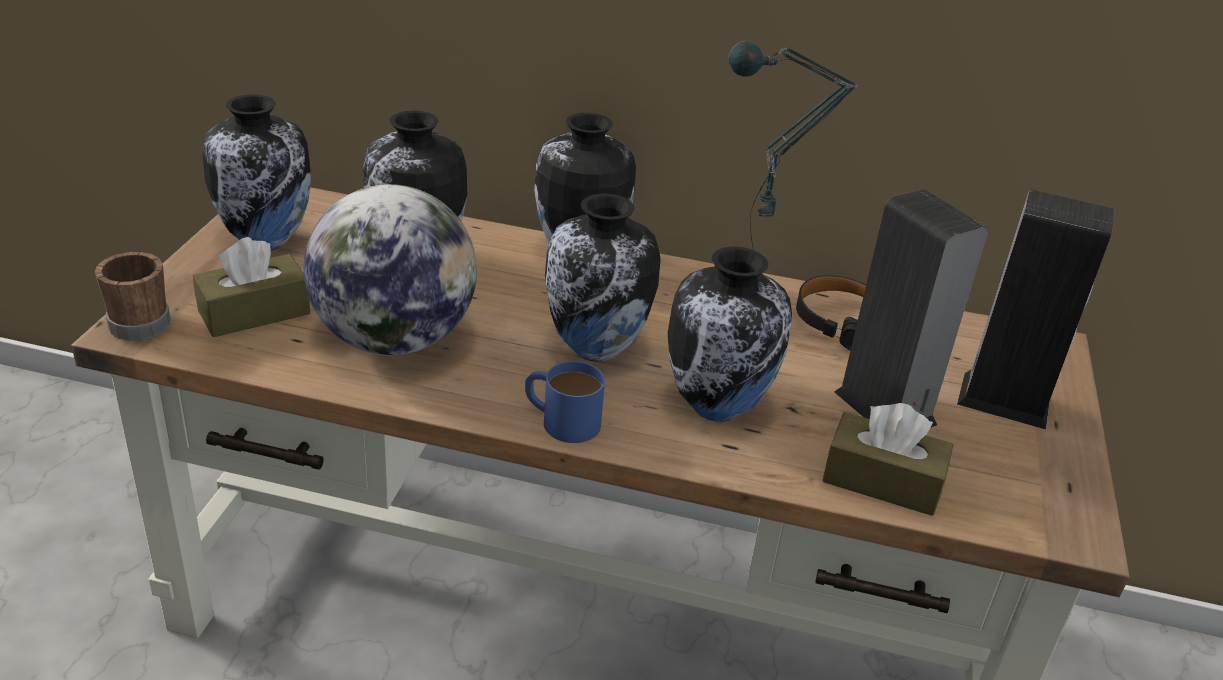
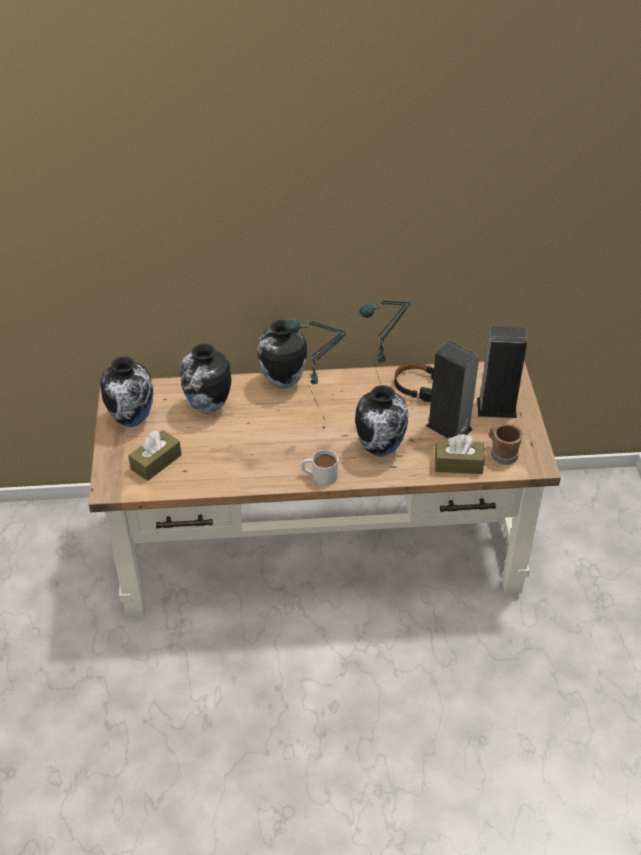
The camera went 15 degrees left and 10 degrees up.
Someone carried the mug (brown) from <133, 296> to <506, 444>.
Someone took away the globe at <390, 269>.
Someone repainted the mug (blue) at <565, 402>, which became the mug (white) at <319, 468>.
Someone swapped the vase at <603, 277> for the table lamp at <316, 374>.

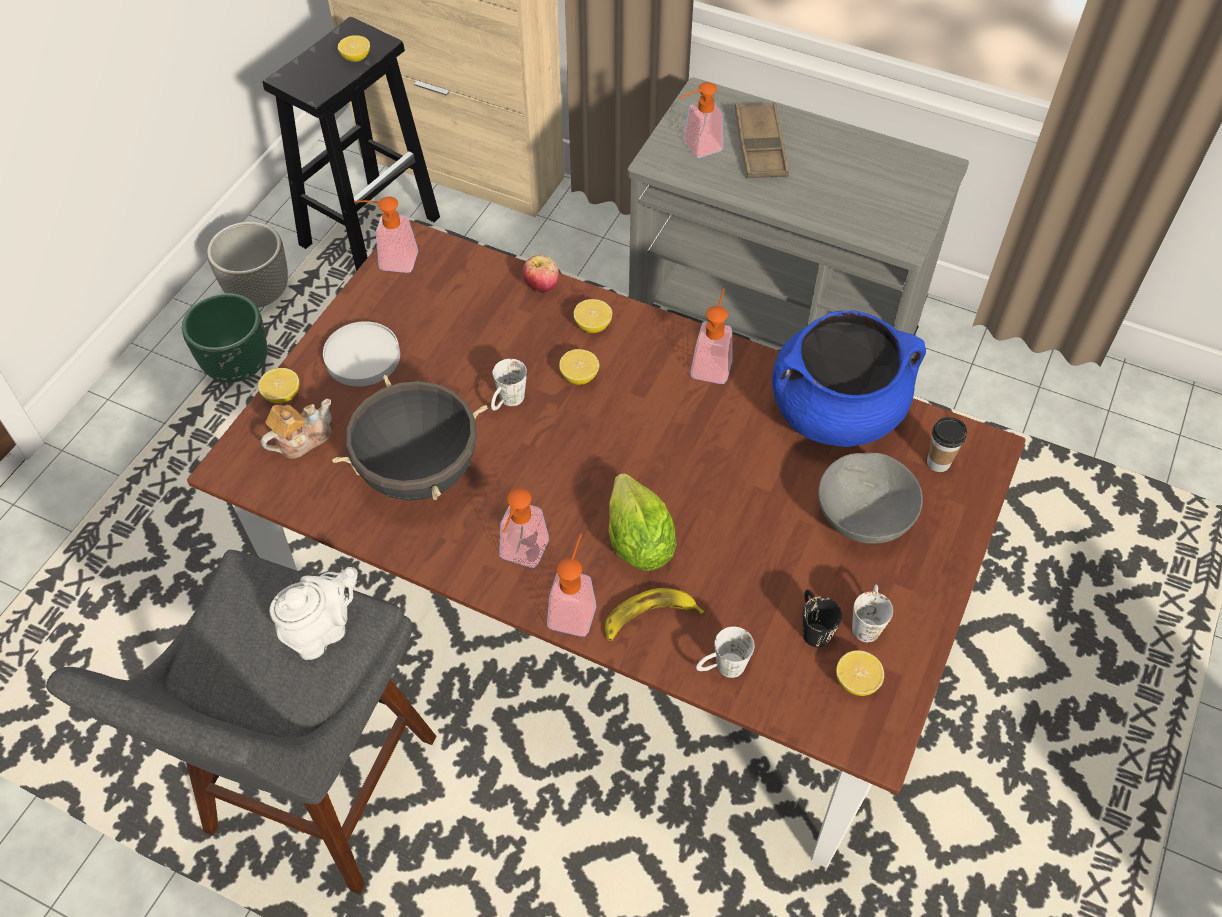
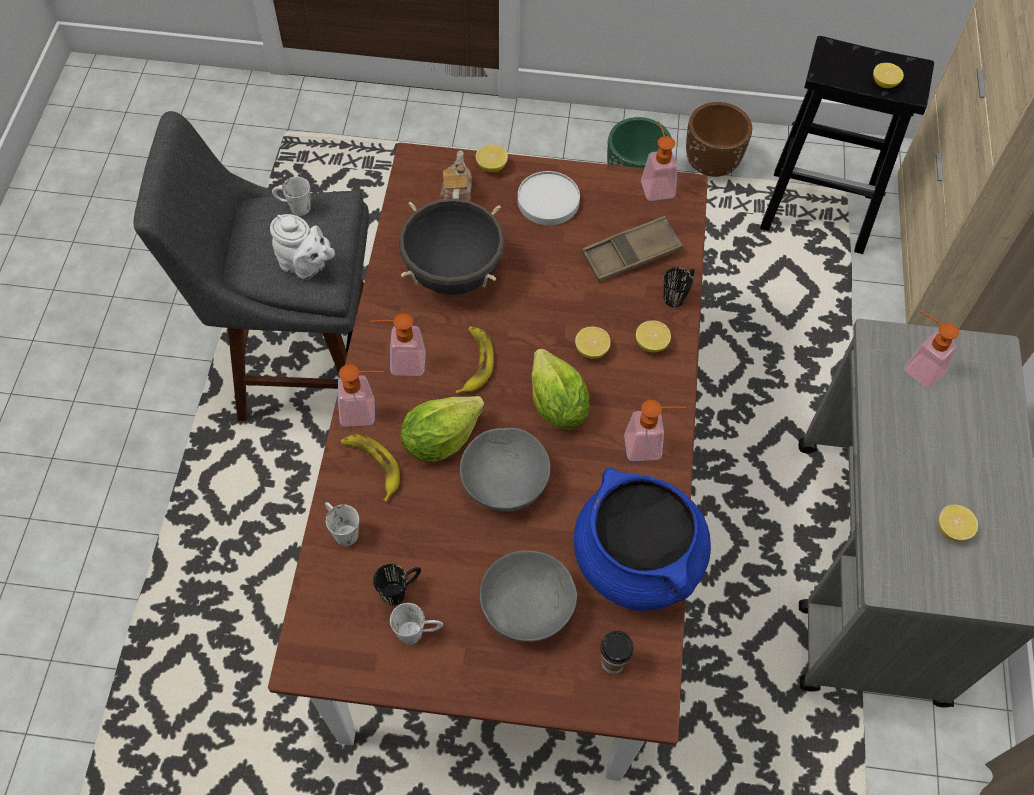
The camera went 70 degrees right and 5 degrees up.
Someone repainted the planter (grey) at <247, 264>, which became the planter (brown) at <719, 139>.
Someone rotated the teapot at <296, 429> by 120 degrees counterclockwise.
Someone carried the mug (white) from <509, 385> to <291, 196>.
Someone swapped the apple at <541, 274> for the mug (black) at <679, 287>.
Someone carried the tray (brown) from <762, 140> to <632, 249>.
Someone carried the lemon from <860, 673> to <958, 523>.
Someone put down the banana at <474, 360>.
Someone put down the bowl (grey) at <505, 469>.
Someone put down the lettuce at <561, 389>.

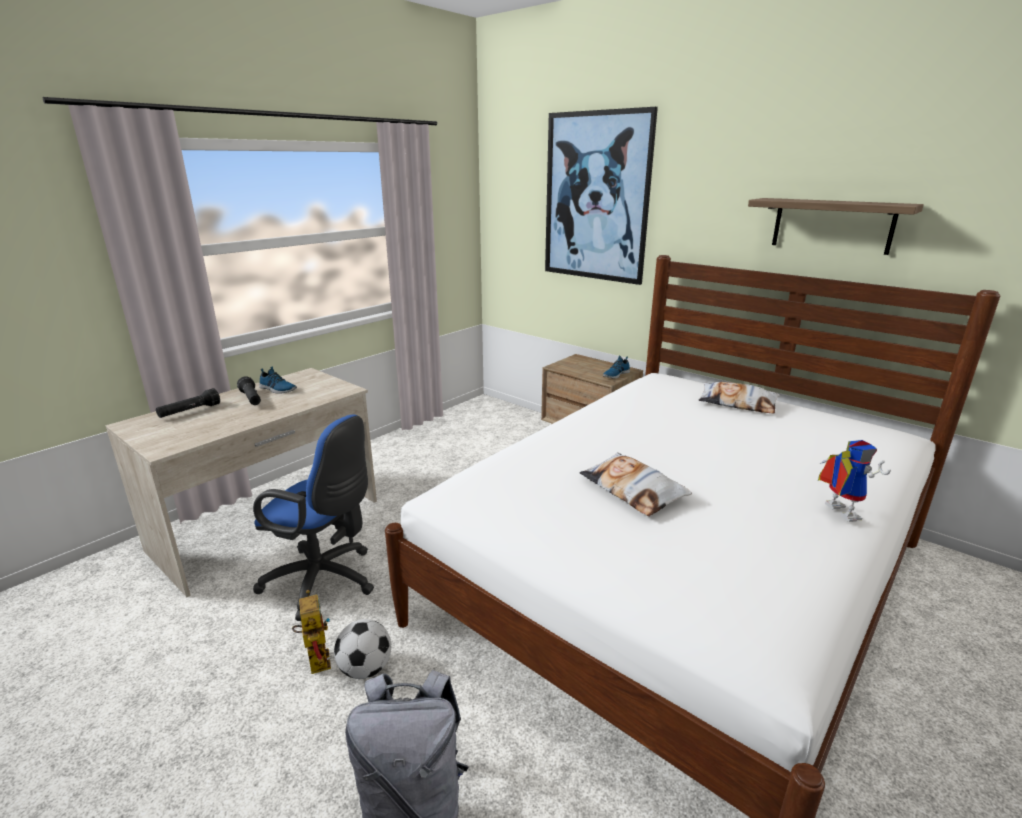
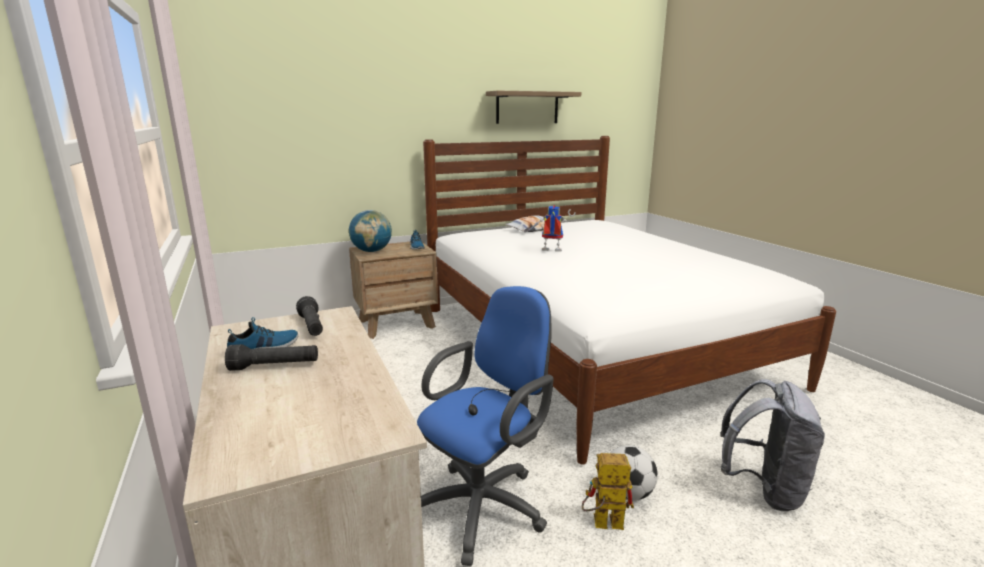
The camera went 65 degrees left and 5 degrees down.
Someone carried the flashlight (black) from <188, 403> to <309, 316>.
Someone took away the picture at <601, 196>.
Someone took away the pillow at <636, 484>.
Someone carried the toy robot from <854, 481> to <553, 228>.
Someone put down the globe at <370, 231>.

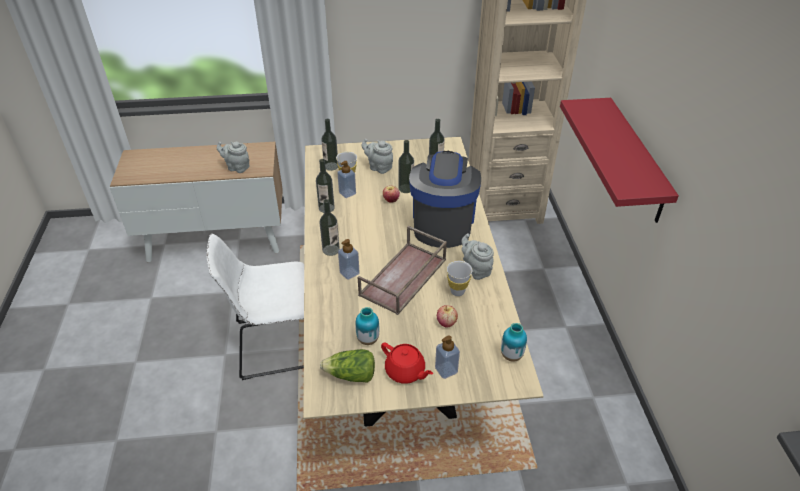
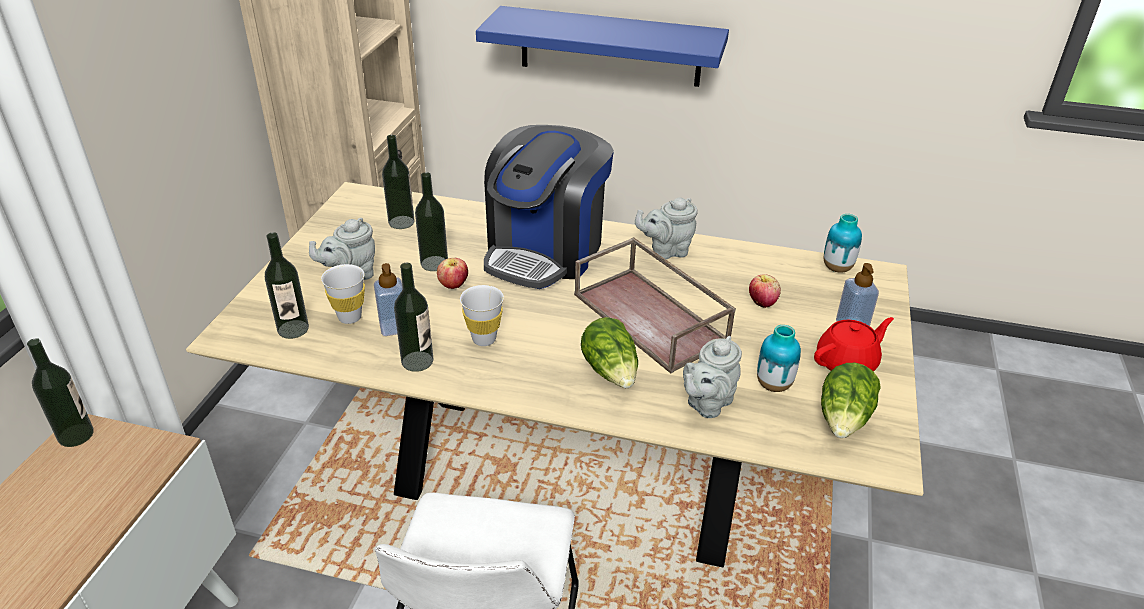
The camera went 70 degrees left and 5 degrees down.
Someone carried the teapot (grey) from <233, 157> to <712, 377>.
Someone carried the bottle from <329, 227> to <60, 392>.
Someone swapped the soap dispenser at <349, 259> for the lettuce at <609, 352>.
Someone rotated the coffee machine at <445, 199> by 90 degrees counterclockwise.
Someone carried the cup (white) from <459, 278> to <482, 315>.
Someone repainted the shelf (red) at <619, 160>, which became the shelf (blue) at <602, 46>.

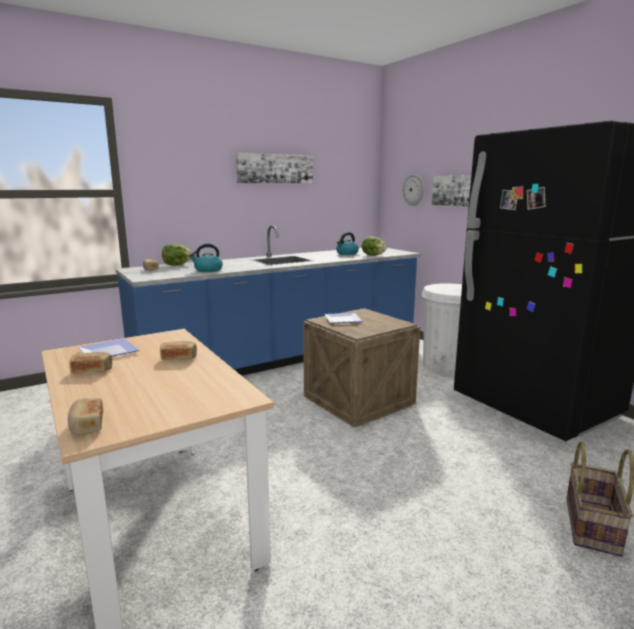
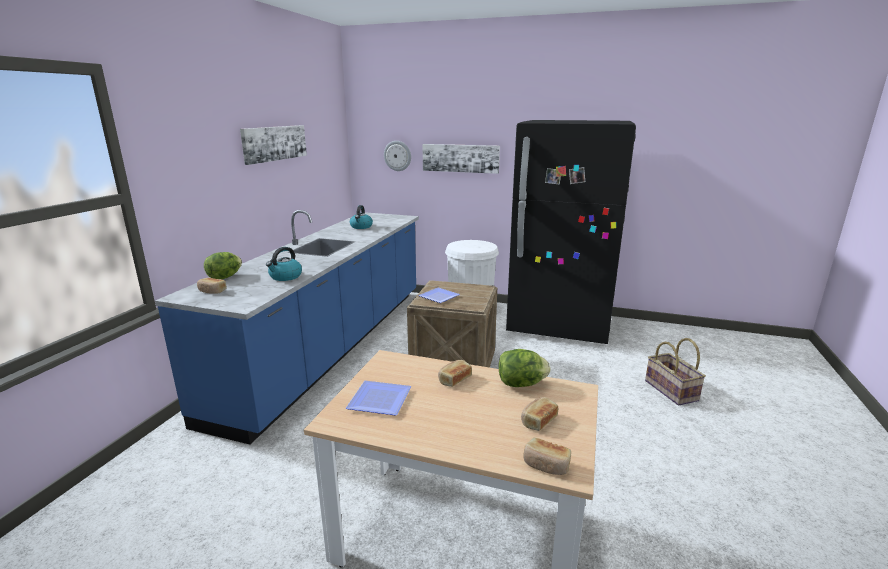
The camera went 40 degrees left and 5 degrees up.
Someone carried the bread from <90, 362> to <539, 414>.
Someone carried the lettuce from <374, 245> to <524, 368>.

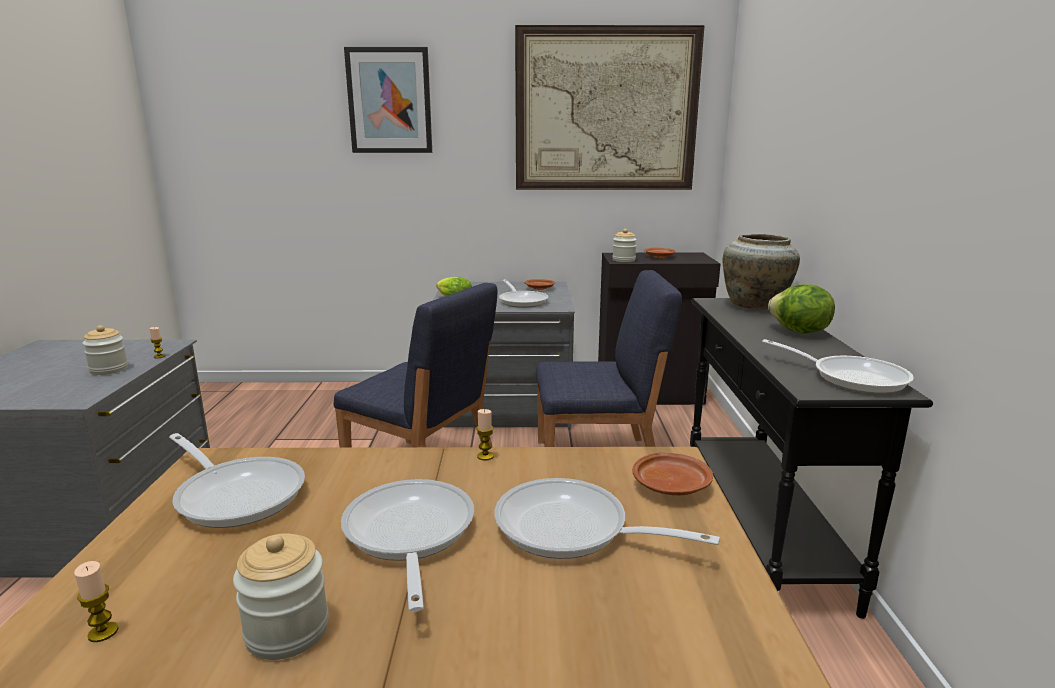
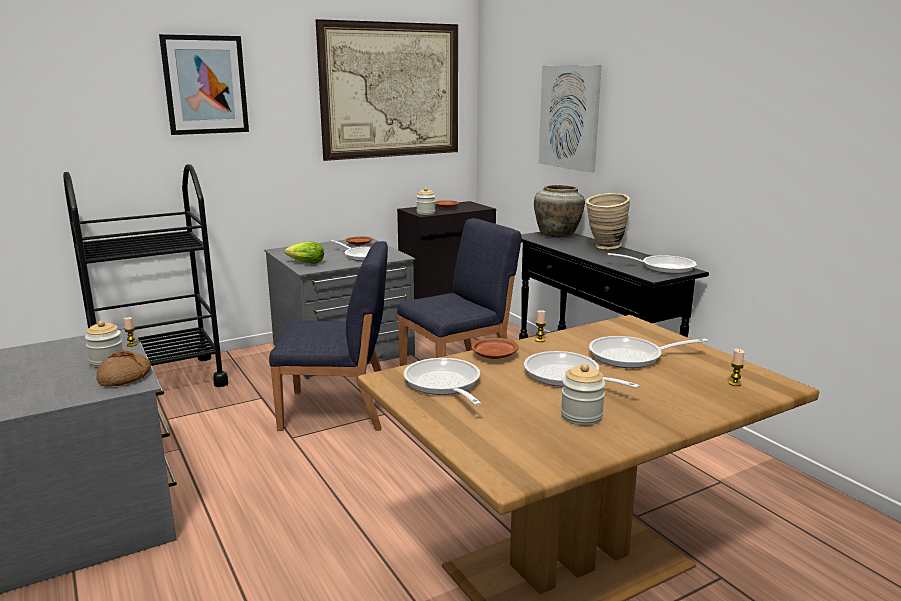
The camera went 30 degrees left and 0 degrees up.
Someone carried the candle from <96, 601> to <737, 367>.
Someone rotated the frying pan at <237, 480> by 120 degrees counterclockwise.
Someone carried the plate (brown) from <672, 474> to <495, 348>.
Someone swapped the lettuce at <801, 308> for the vase (beige) at <608, 221>.
Someone put down the cart (black) at <145, 275>.
Someone put down the bread at <123, 369>.
Someone put up the picture at <570, 119>.

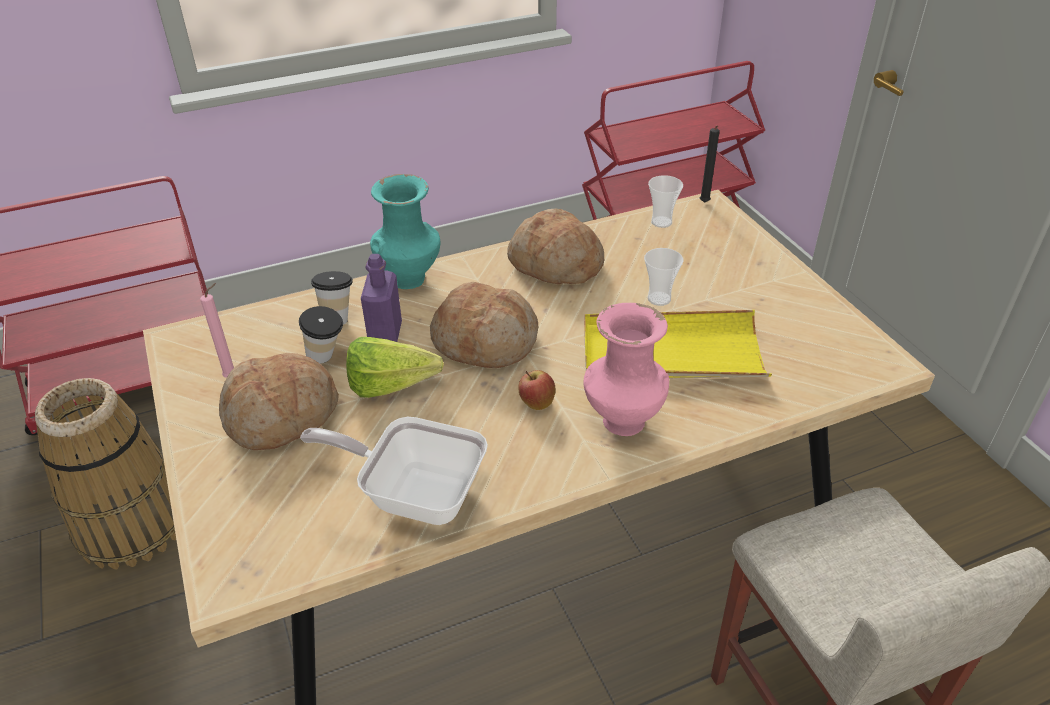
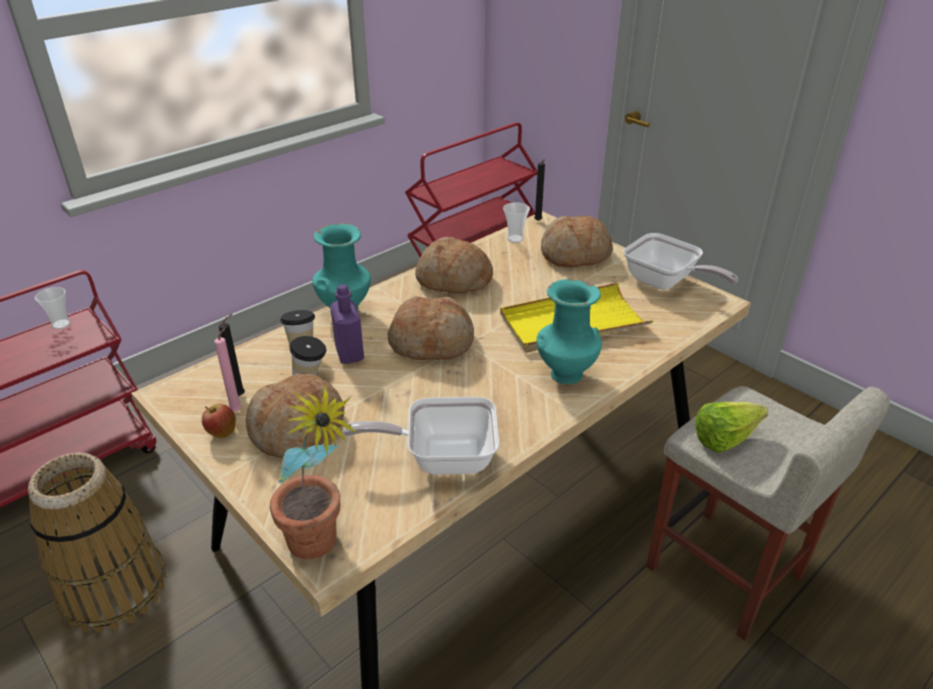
The camera went 20 degrees left and 5 degrees down.
Someone carried the lettuce from <395, 367> to <731, 427>.
Someone carried the apple from <537, 390> to <219, 421>.
Someone repainted the vase (pink) at <626, 369>, which became the vase (turquoise) at <569, 331>.
Someone carried the cup from <664, 277> to <53, 308>.
Someone put down the candle (black) at <232, 355>.
Someone put down the potted plant at <313, 472>.
Someone put down the bread at <577, 241>.
Someone put down the frying pan at <680, 261>.

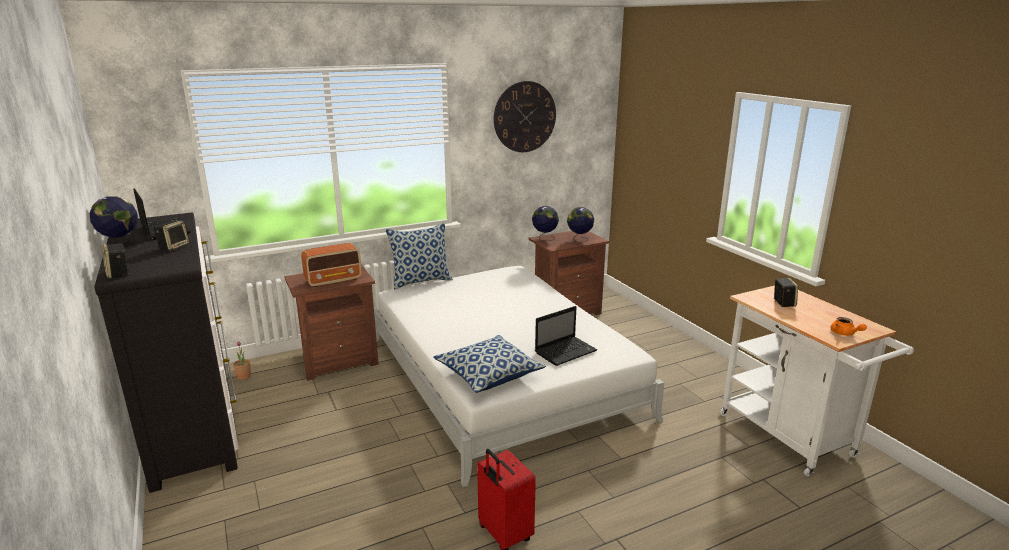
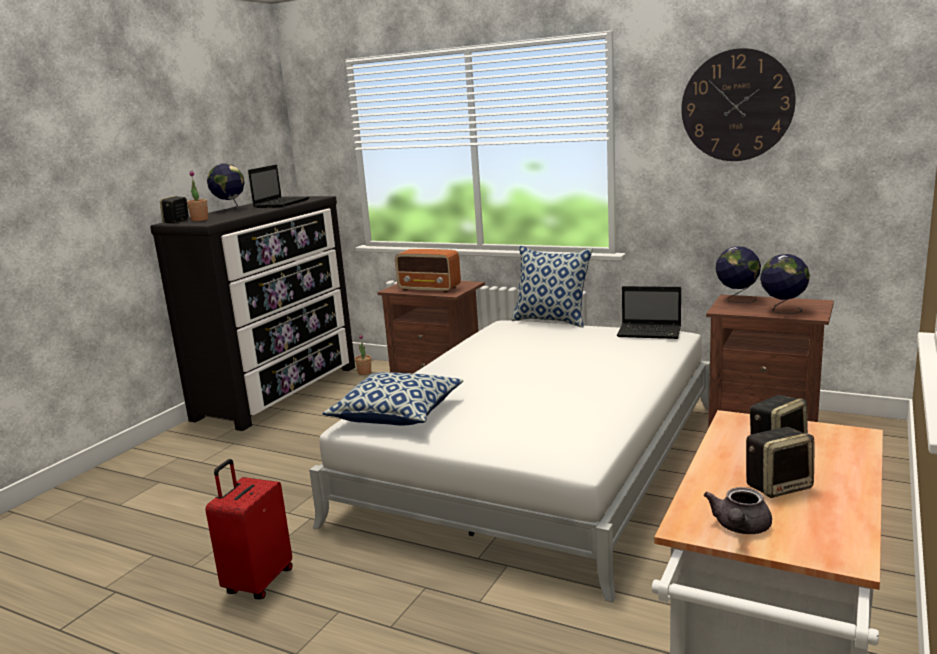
The camera went 55 degrees right and 5 degrees down.
Someone carried the speaker from <171, 236> to <780, 462>.
Someone carried the laptop from <566, 336> to <649, 312>.
Someone repainted the teapot (orange) at <849, 326>, which became the teapot (grey) at <738, 510>.
Someone put down the potted plant at <197, 196>.

